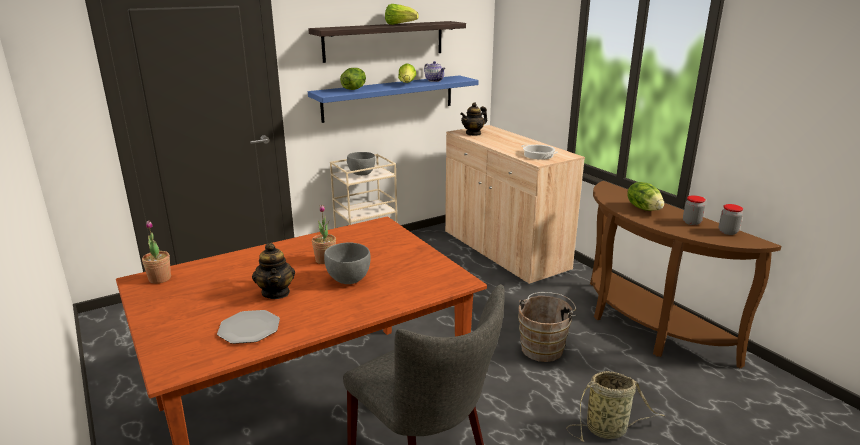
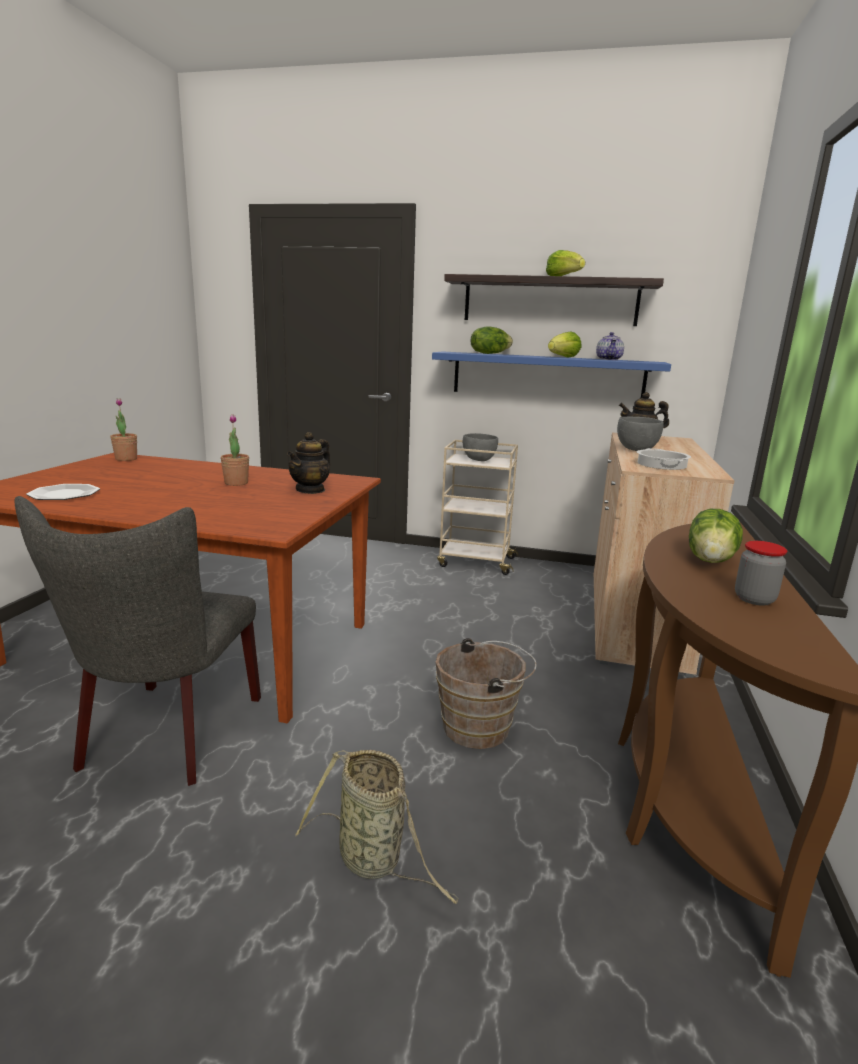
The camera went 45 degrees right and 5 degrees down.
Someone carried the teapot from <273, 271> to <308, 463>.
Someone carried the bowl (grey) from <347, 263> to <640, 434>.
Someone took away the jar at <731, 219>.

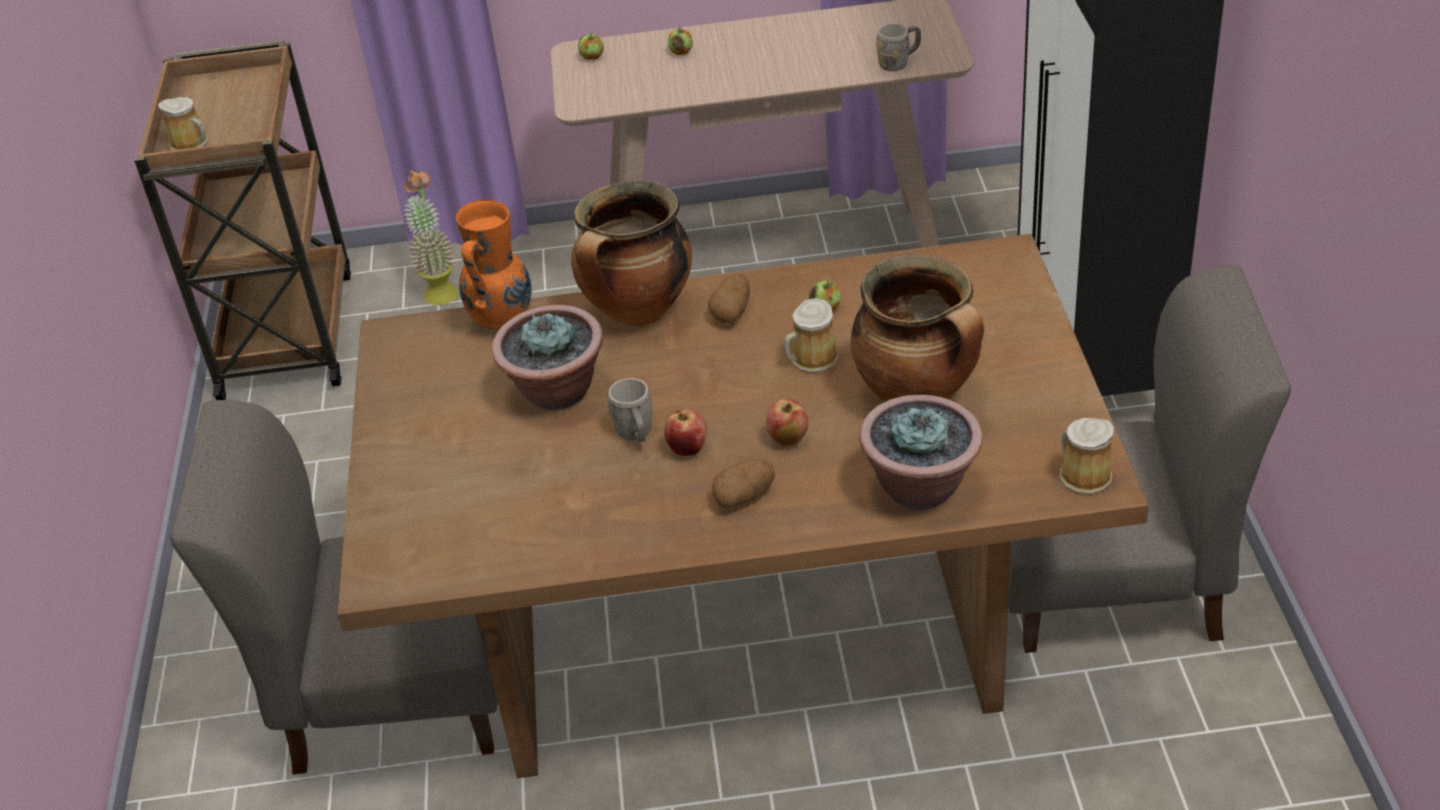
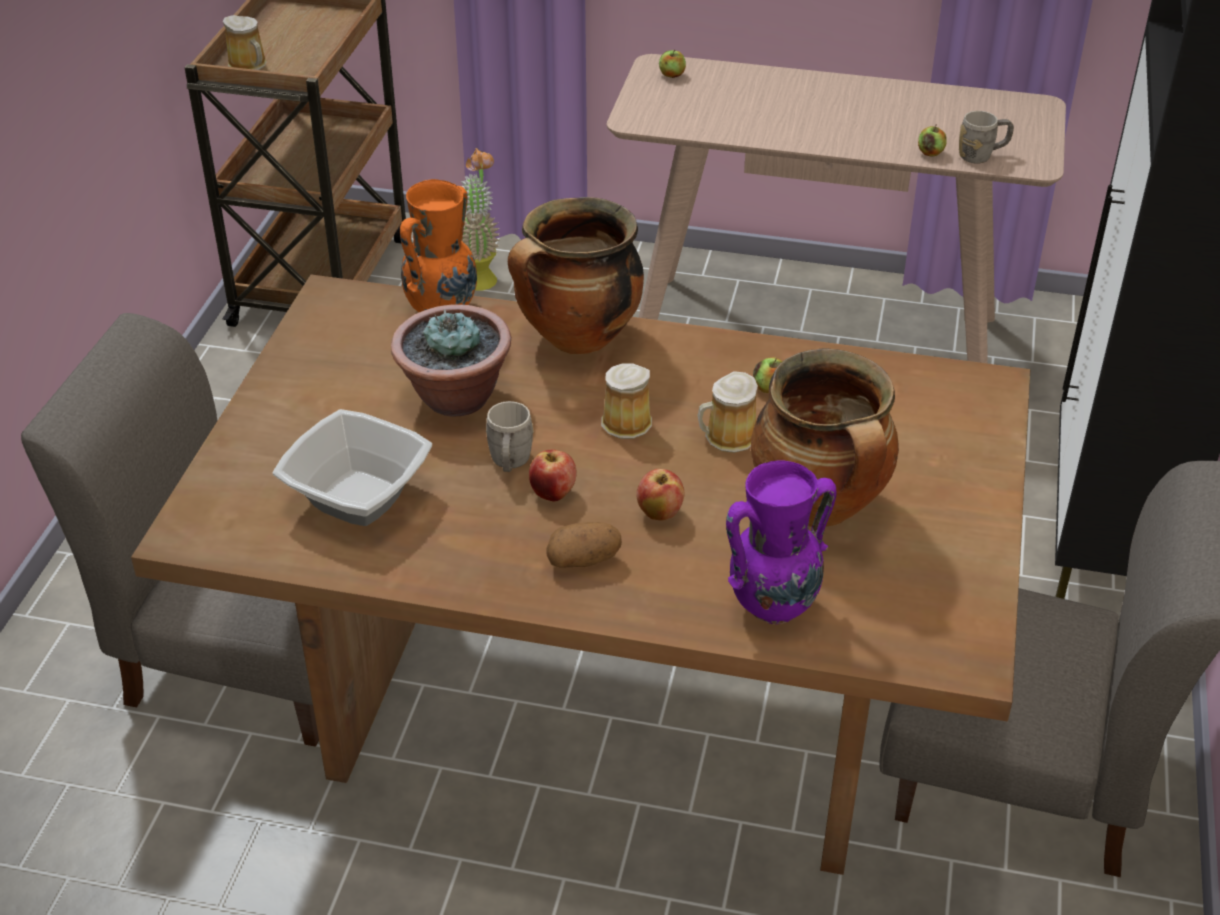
The camera went 15 degrees right and 0 degrees up.
Someone carried the apple from <680, 40> to <932, 141>.
Someone took away the potato at <729, 298>.
Someone swapped the potted plant at <921, 452> for the vase (purple) at <781, 542>.
Someone carried the mug from <1087, 456> to <626, 401>.
Someone put down the bowl at <352, 467>.

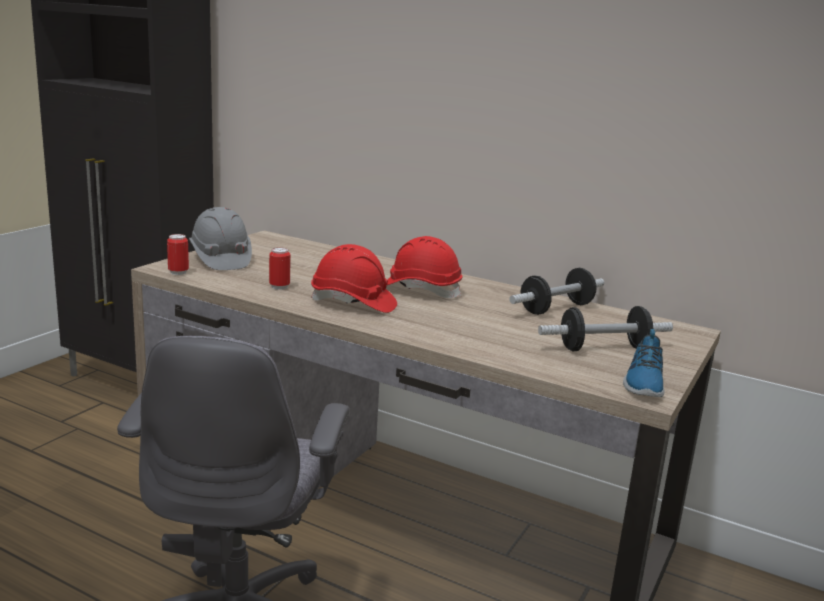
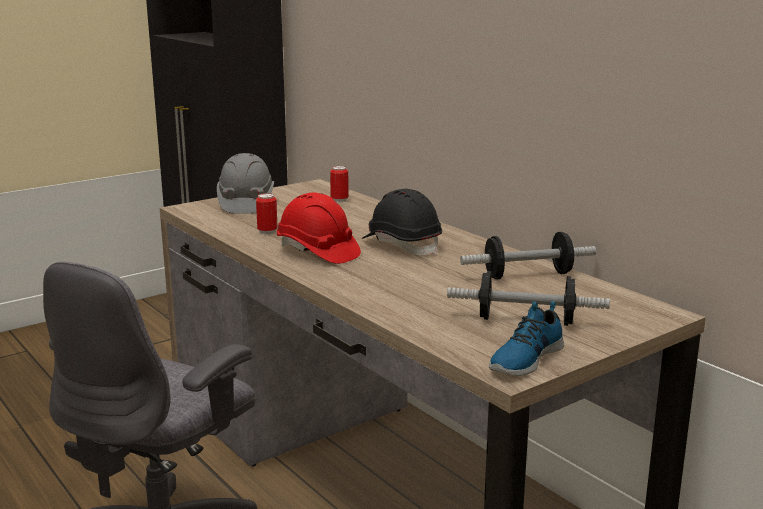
The camera went 25 degrees right and 0 degrees up.
Someone carried the can from <178, 254> to <339, 184>.
Someone repainted the hard hat (red) at <425, 267>, which became the hard hat (black) at <402, 222>.

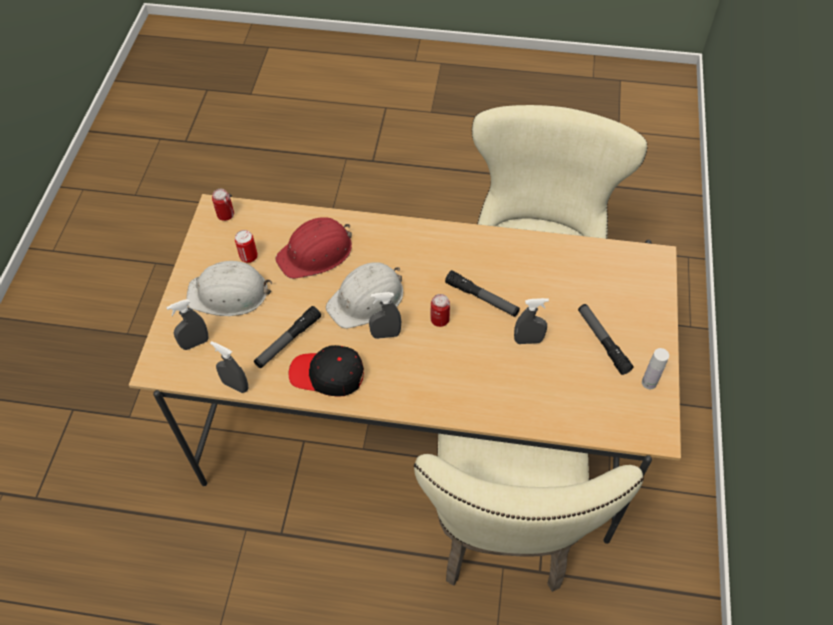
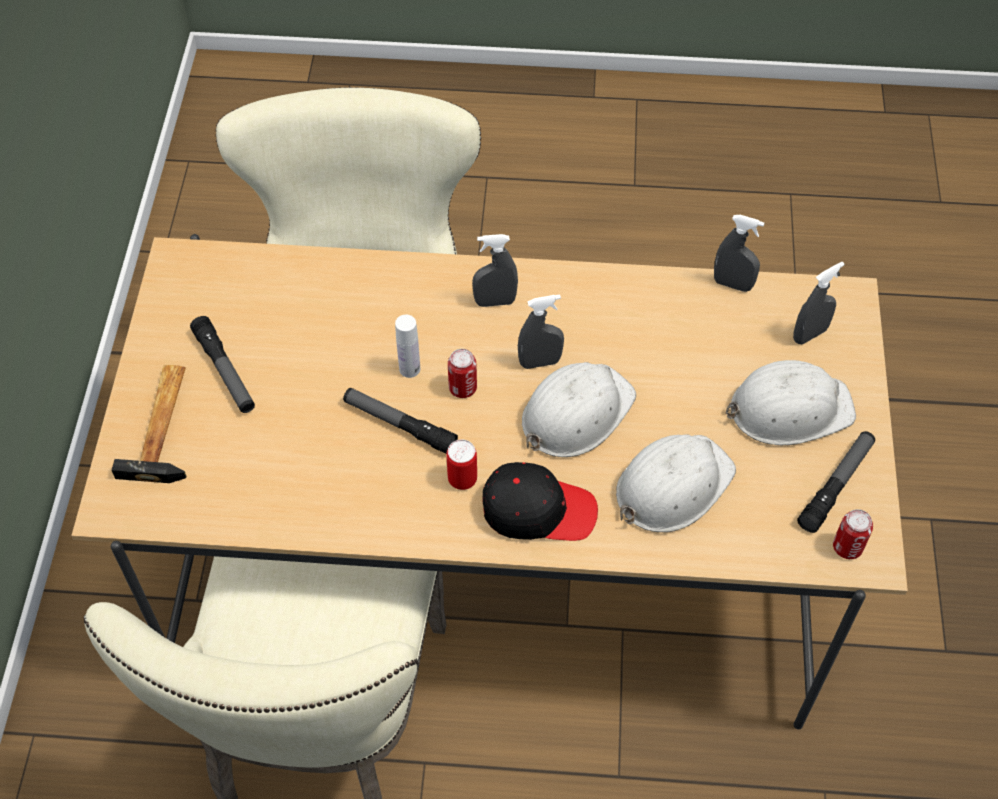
The camera went 175 degrees right and 0 degrees up.
Someone carried the can from <246, 246> to <461, 464>.
Someone carried the flashlight from <287, 337> to <836, 482>.
Someone repainted the hard hat (red) at <314, 248>, which became the hard hat (white) at <676, 483>.
Someone carried the cap (black) from <326, 371> to <540, 501>.
Someone carried the spray bottle (grey) from <531, 321> to <495, 270>.
Someone carried the bottle (white) from <655, 368> to <407, 346>.
Someone put down the hammer at <148, 424>.

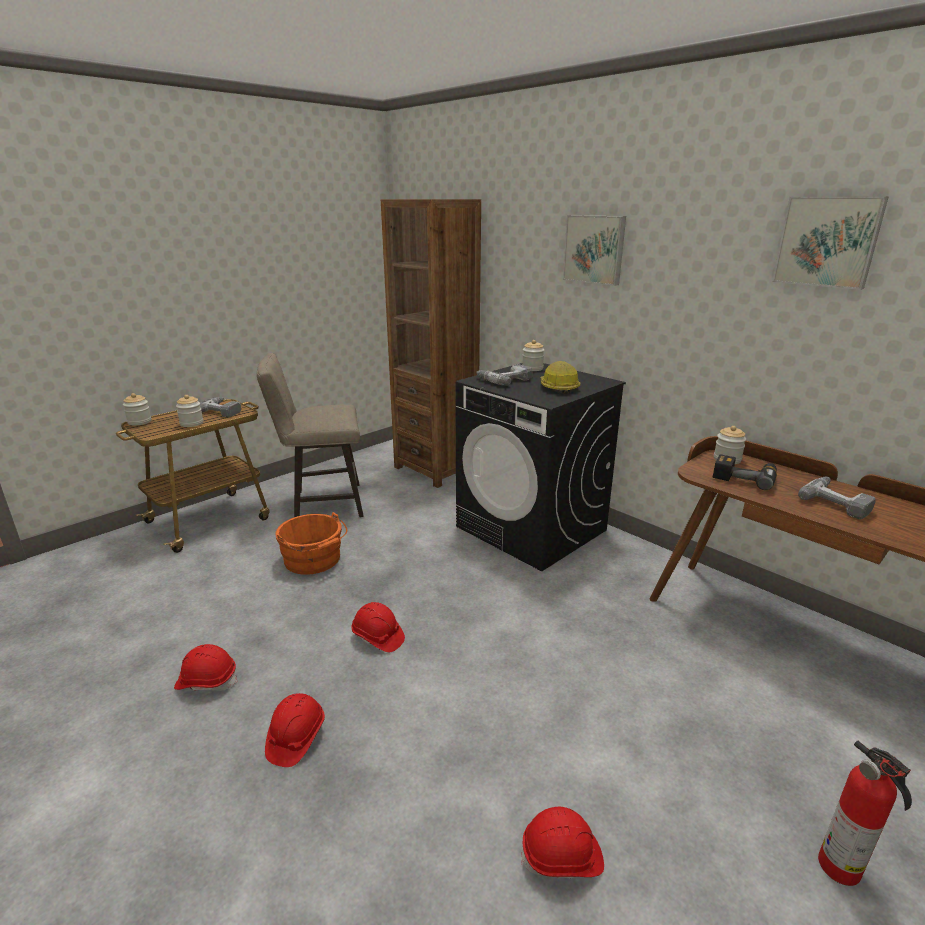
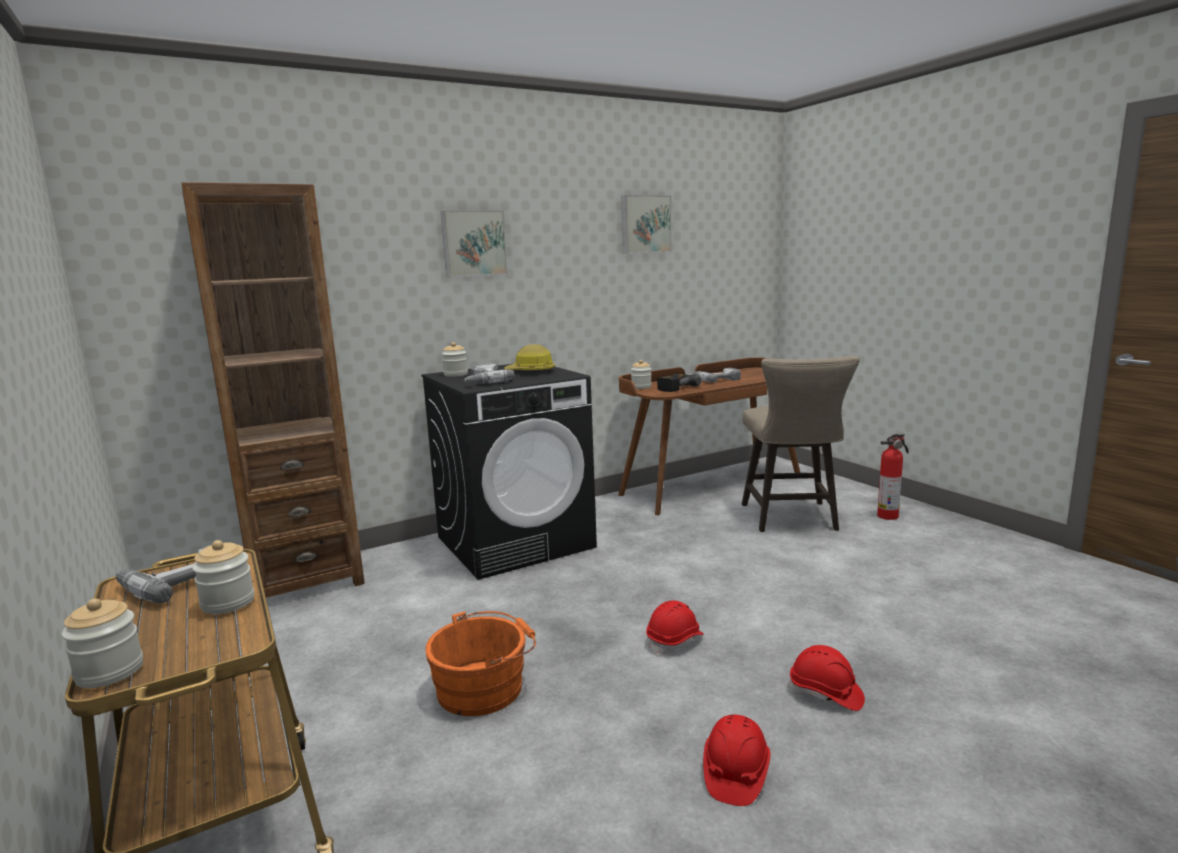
The camera went 75 degrees left and 10 degrees down.
Someone carried the stool (beige) from <310, 435> to <801, 444>.
Someone took away the hard hat (red) at <562, 843>.

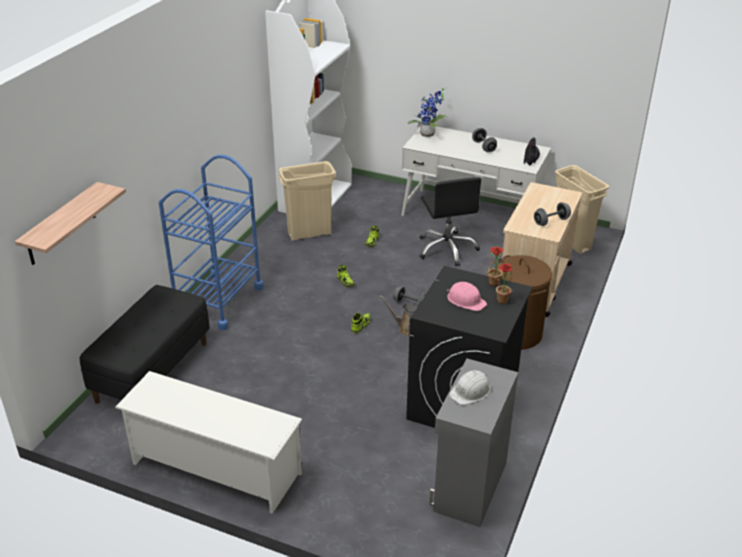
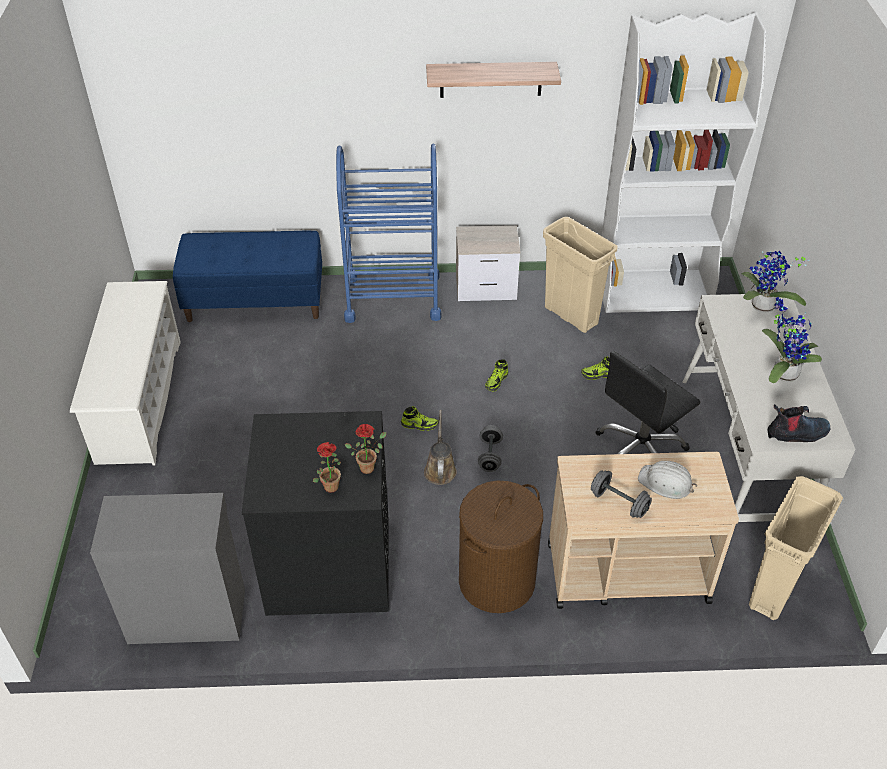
The camera went 65 degrees right and 10 degrees up.
Someone carried the shelf from <70, 223> to <493, 80>.
Someone repainted the bench (black) at <145, 344>, which became the bench (blue) at <247, 276>.
Someone took away the hard hat (pink) at <467, 296>.
Someone carried the hard hat (white) from <469, 387> to <667, 480>.
Someone swapped the dumbbell (grey) at <484, 140> for the potted plant at <792, 340>.
Someone put down the nightstand at <488, 263>.

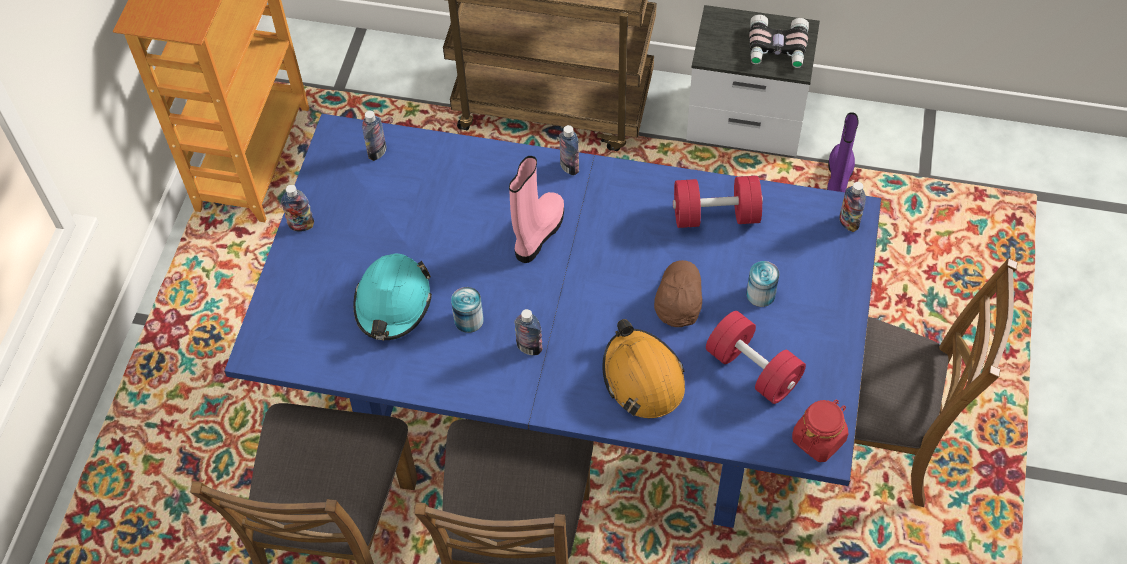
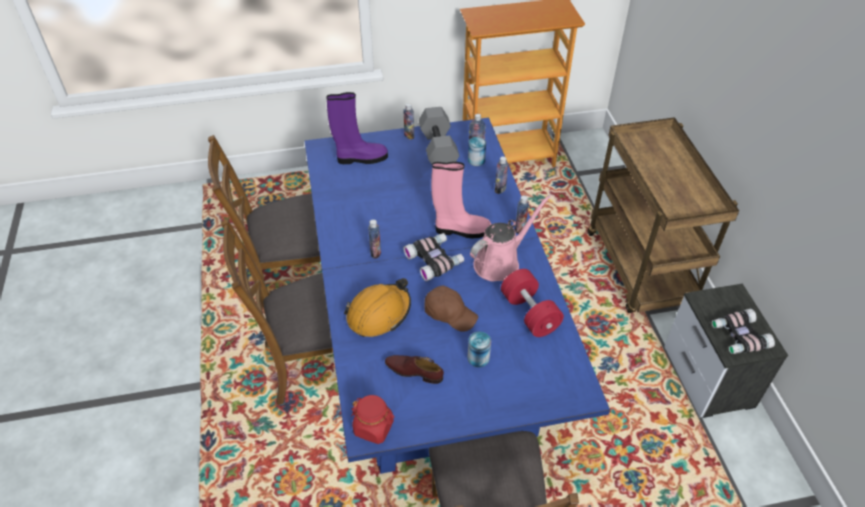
The camera went 65 degrees right and 10 degrees down.
Someone took away the hard hat (turquoise) at <393, 296>.
Someone carried the can from <467, 310> to <477, 151>.
Someone rotated the cap (brown) at <678, 293> by 45 degrees clockwise.
Someone swapped the dumbbell (red) at <756, 357> for the shoe (brown) at <414, 369>.
Someone carried the boot (purple) from <842, 152> to <357, 128>.
Someone carried the bottle from <852, 207> to <501, 175>.
Someone put down the binoculars at <433, 257>.
Someone put down the dumbbell (grey) at <439, 135>.
Someone put down the watering can (pink) at <510, 238>.

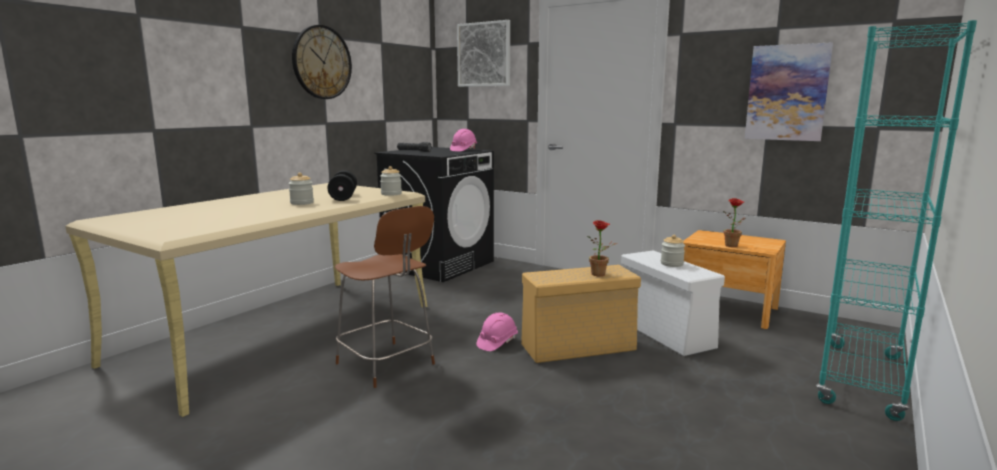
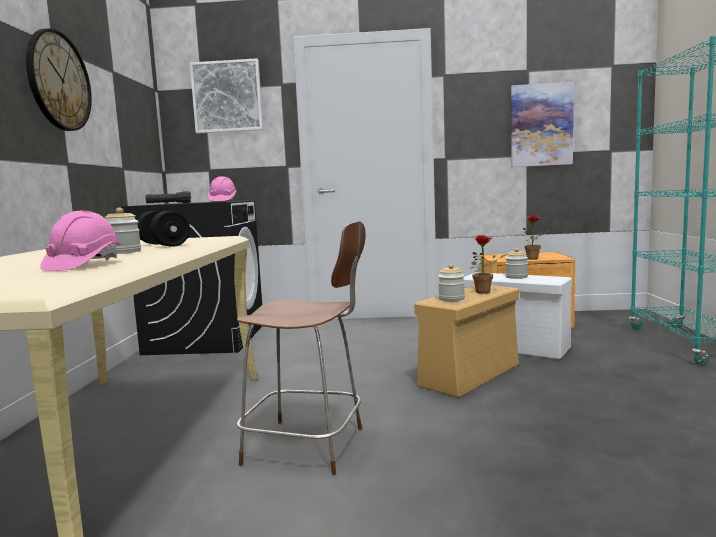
The camera went 30 degrees left and 5 degrees down.
Someone carried the jar from <391, 181> to <451, 282>.
Someone carried the hard hat (pink) from <497, 331> to <80, 241>.

